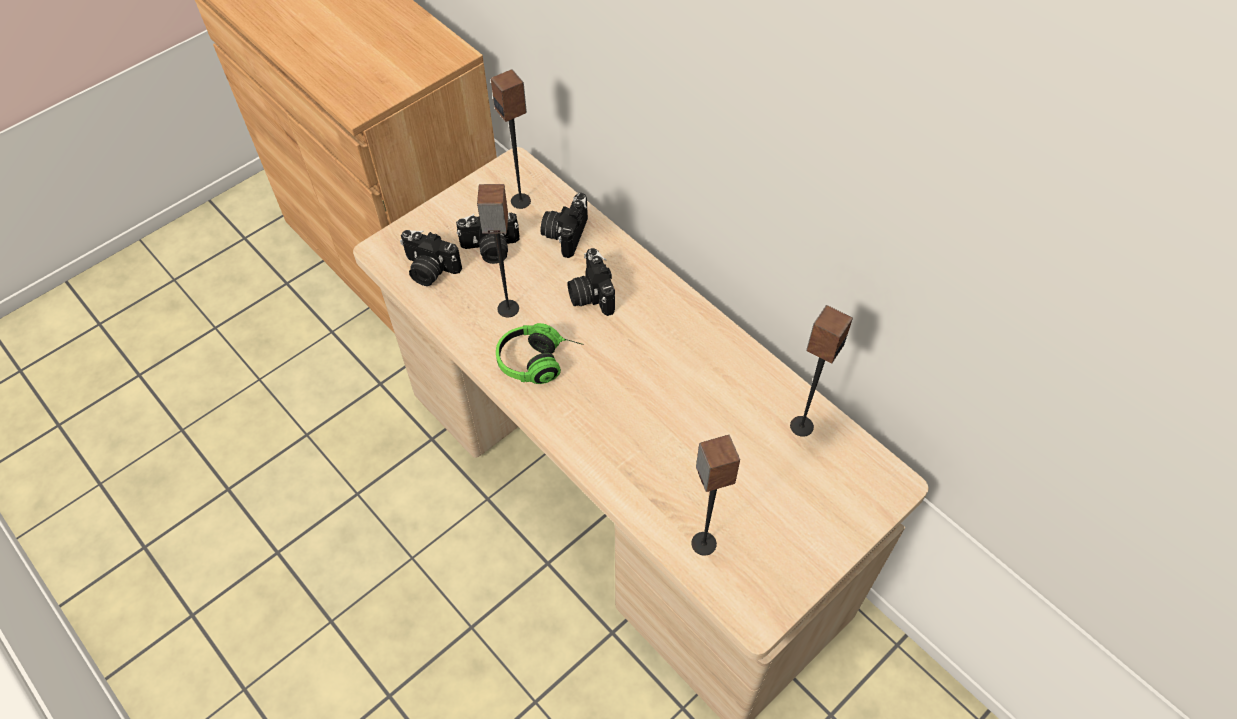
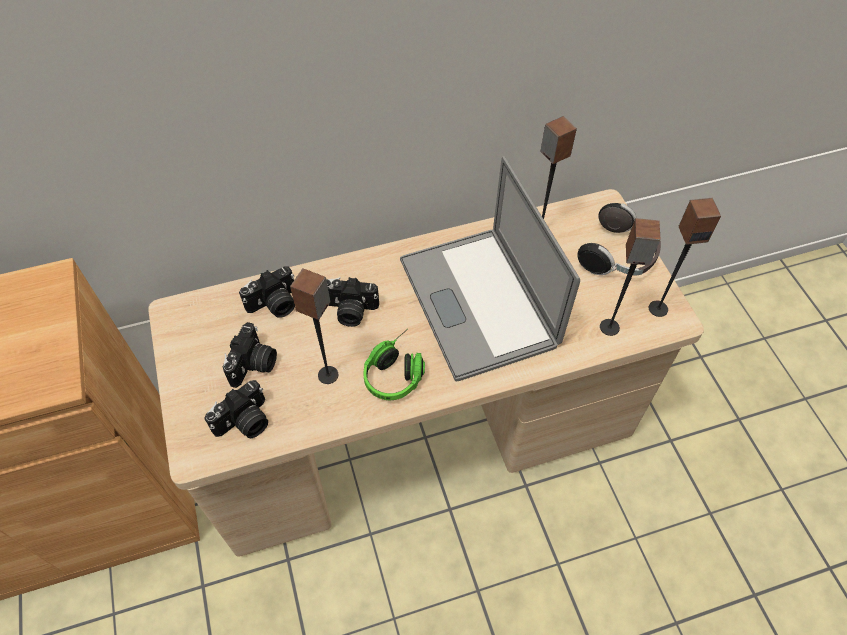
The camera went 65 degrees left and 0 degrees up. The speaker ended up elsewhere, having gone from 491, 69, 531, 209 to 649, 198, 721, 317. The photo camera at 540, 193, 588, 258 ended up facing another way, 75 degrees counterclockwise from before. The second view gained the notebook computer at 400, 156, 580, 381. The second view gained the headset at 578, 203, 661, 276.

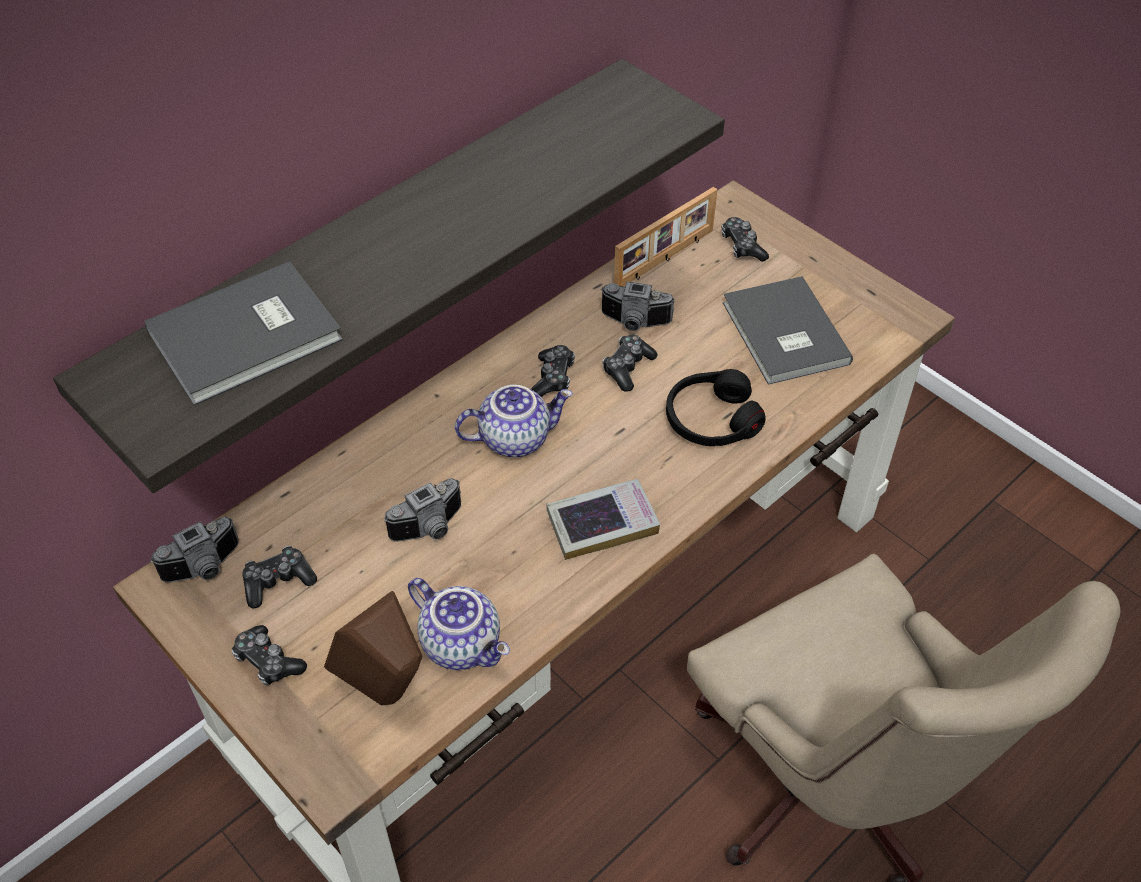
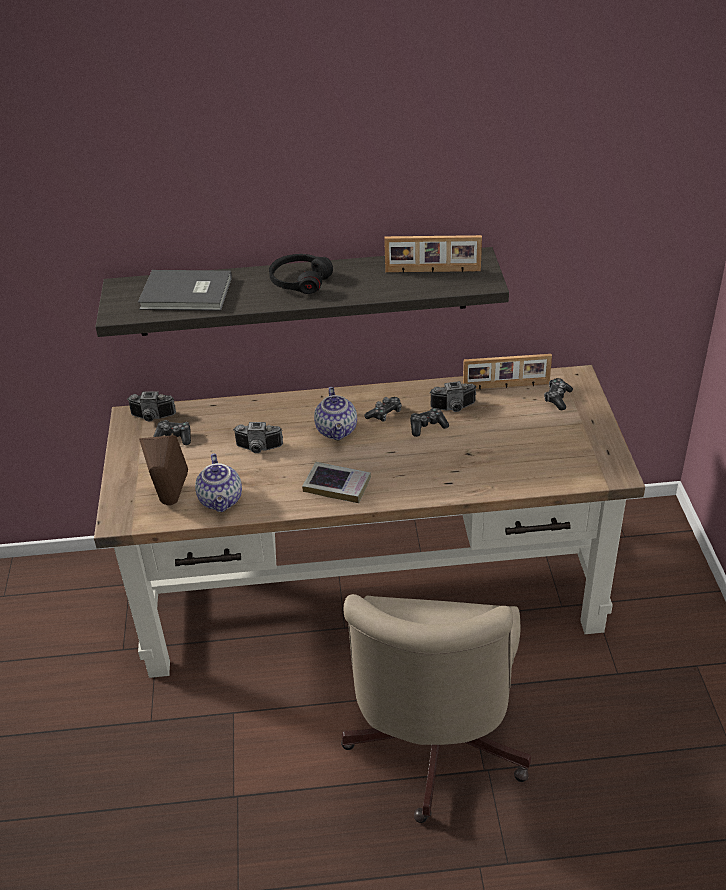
The camera went 40 degrees right and 10 degrees down. The second view lost the gray bound book at 723, 276, 853, 385. The photo camera at 600, 281, 675, 331 ended up facing another way, 60 degrees counterclockwise from before. The black-coloured headset ended up elsewhere, having gone from 666, 369, 765, 446 to 269, 254, 333, 294. The teapot at 455, 385, 573, 457 ended up facing another way, 60 degrees clockwise from before. The second view lost the game controller at 231, 625, 307, 685. The second view gained the photo frame at 384, 235, 482, 273.

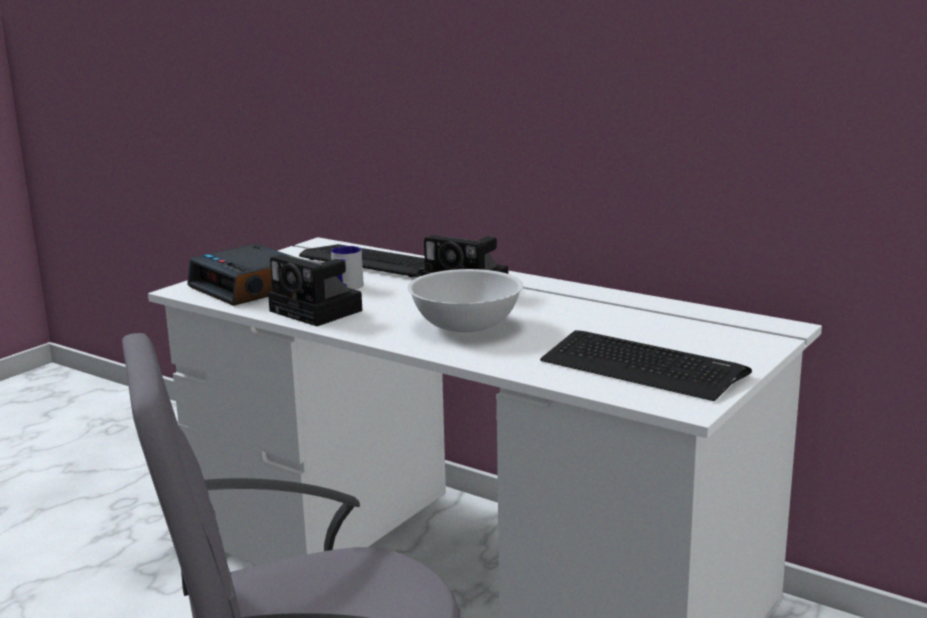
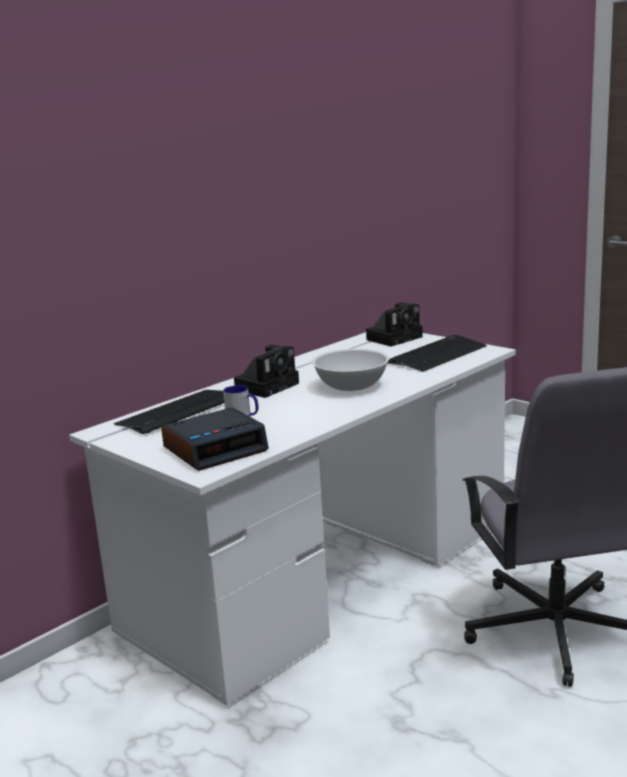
The camera went 80 degrees left and 0 degrees up. The photo camera ended up elsewhere, having gone from 268, 255, 362, 326 to 366, 302, 423, 347.

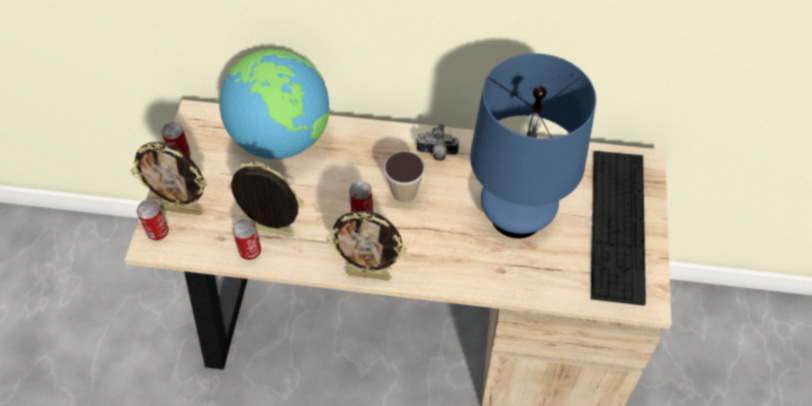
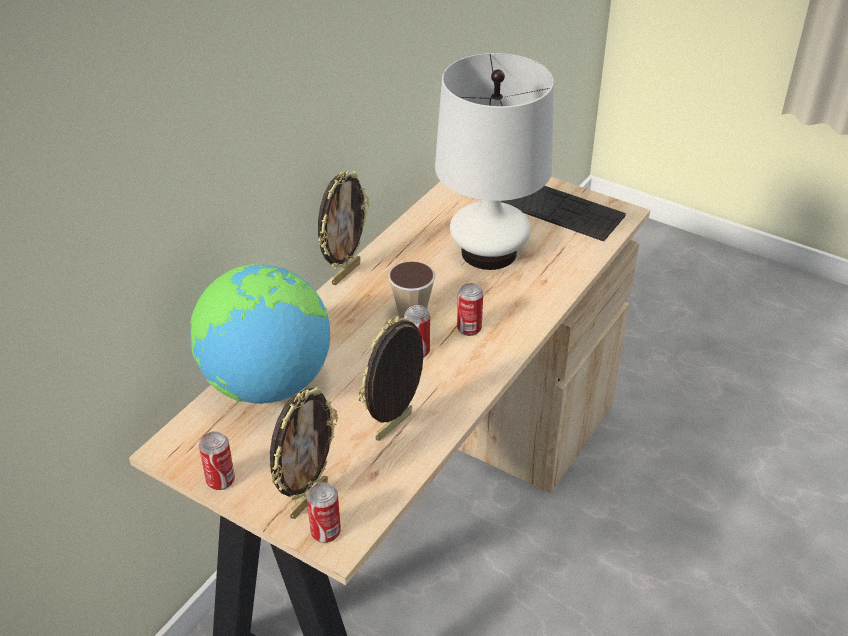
The camera went 65 degrees left and 15 degrees down. What was the blue lamp for a table at 470, 53, 596, 238 turned into the white-coloured lamp for a table at 435, 53, 554, 270. The second view lost the photo camera at 416, 124, 459, 161. The photo frame ended up elsewhere, having gone from 326, 210, 407, 280 to 318, 171, 369, 285. The metal can ended up elsewhere, having gone from 233, 219, 261, 260 to 457, 283, 483, 336.

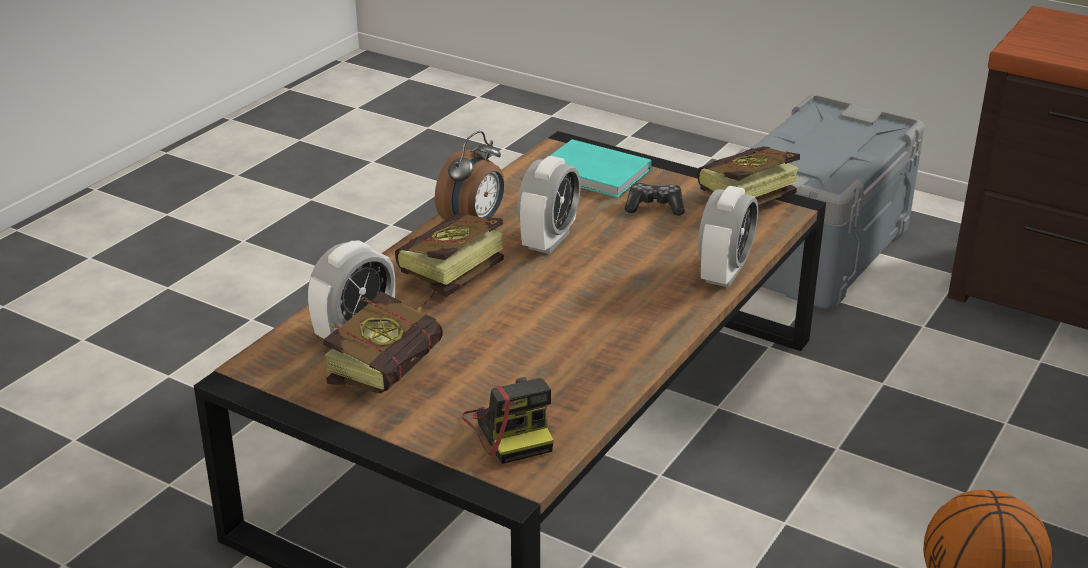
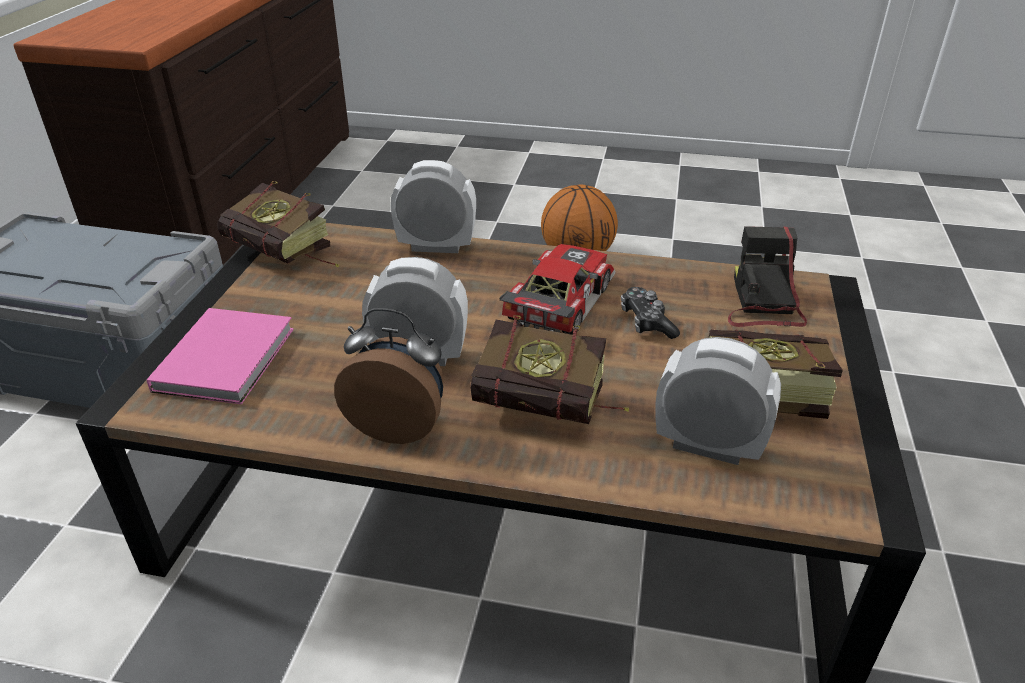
The camera went 110 degrees left and 5 degrees up. What was the turquoise-coloured bound book at 550, 139, 651, 198 turned into the pinkish bound book at 147, 308, 294, 404. The game controller ended up elsewhere, having gone from 625, 183, 685, 216 to 621, 287, 680, 339. The photo camera at 462, 377, 553, 464 ended up facing another way, 45 degrees counterclockwise from before. The second view gained the miniature car at 500, 244, 616, 335.

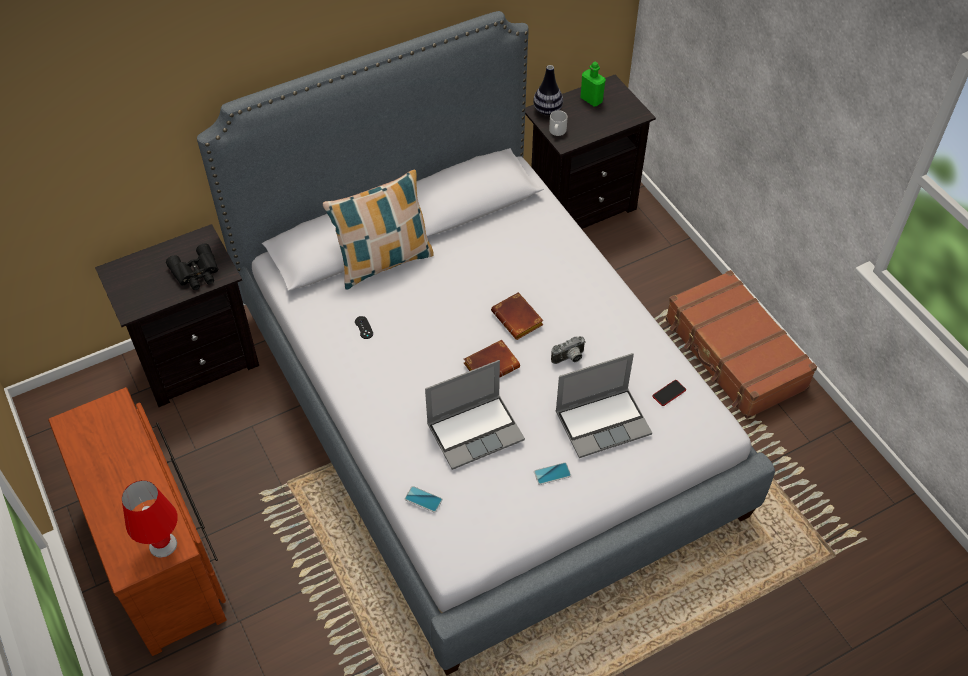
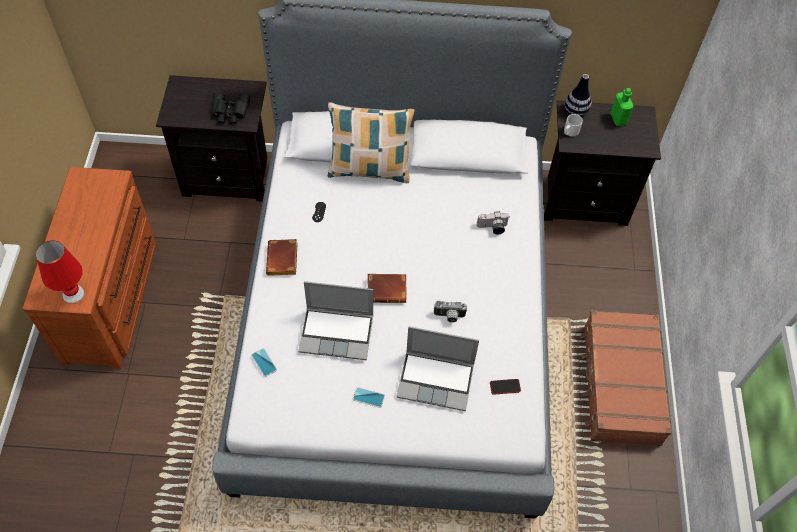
The camera went 30 degrees right and 5 degrees up. The brownish bound book ended up elsewhere, having gone from 491, 292, 544, 340 to 266, 239, 298, 276. The second view gained the photo camera at 477, 211, 509, 234.

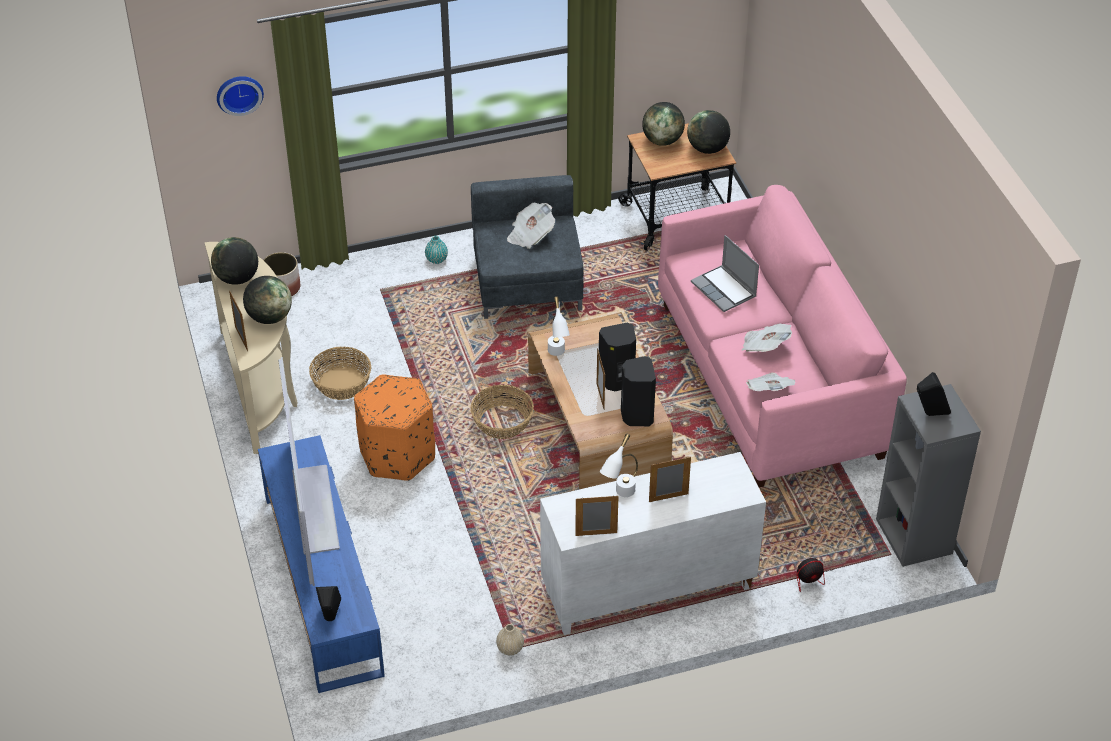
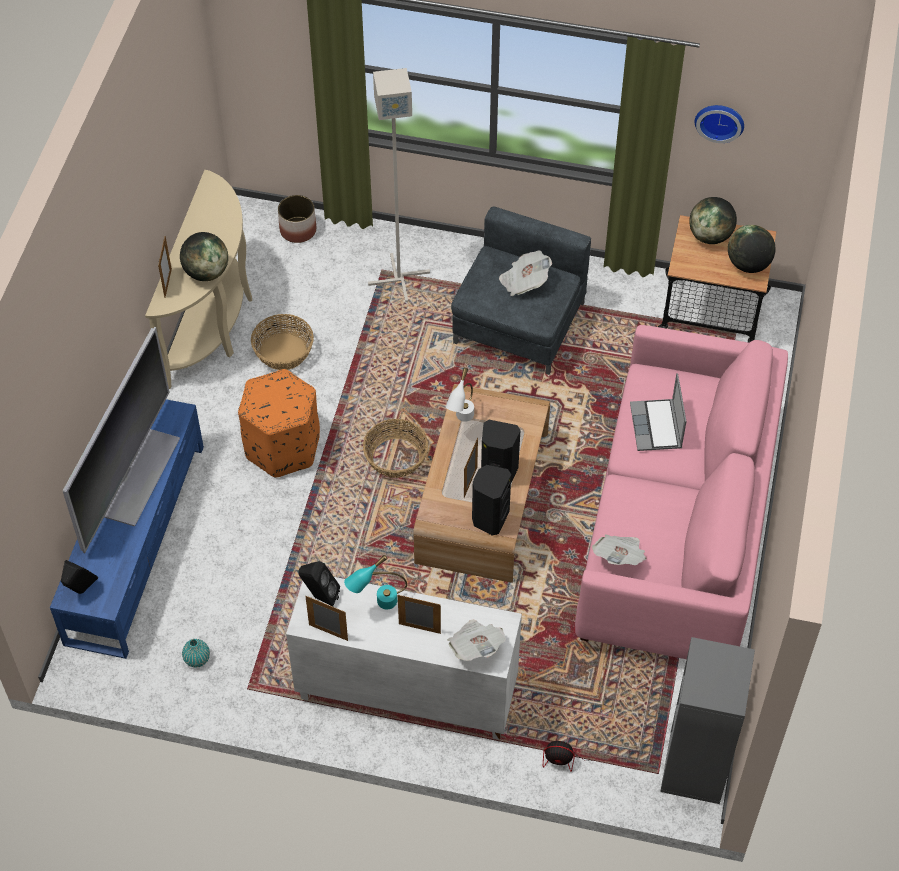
The camera went 30 degrees right and 10 degrees up. The wall clock ended up elsewhere, having gone from 217, 76, 264, 116 to 695, 105, 744, 143. The turquoise-coloured decorative vase ended up elsewhere, having gone from 425, 236, 448, 264 to 182, 639, 210, 668. The second view lost the desk globe at 211, 237, 258, 285. The daily paper ended up elsewhere, having gone from 742, 323, 792, 352 to 447, 619, 506, 661. The black-coloured speaker ended up elsewhere, having gone from 917, 372, 951, 416 to 299, 561, 340, 606. What was the white-coloured lamp for a table at 600, 434, 638, 497 turned into the turquoise-coloured lamp for a table at 344, 555, 407, 609. The second view lost the beige decorative vase at 496, 624, 524, 656. The second view gained the gray standing lamp at 368, 68, 430, 302.

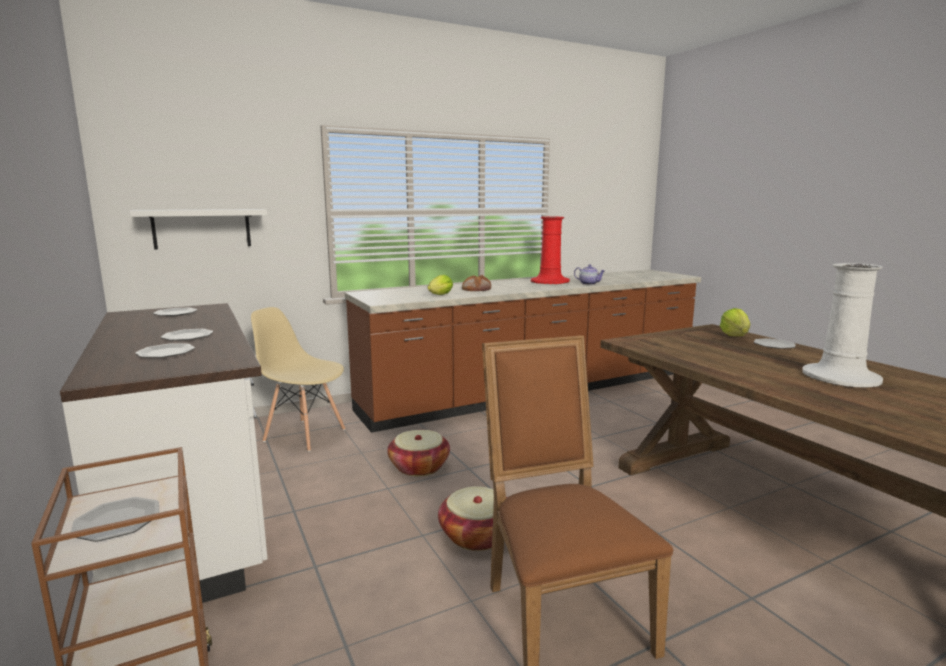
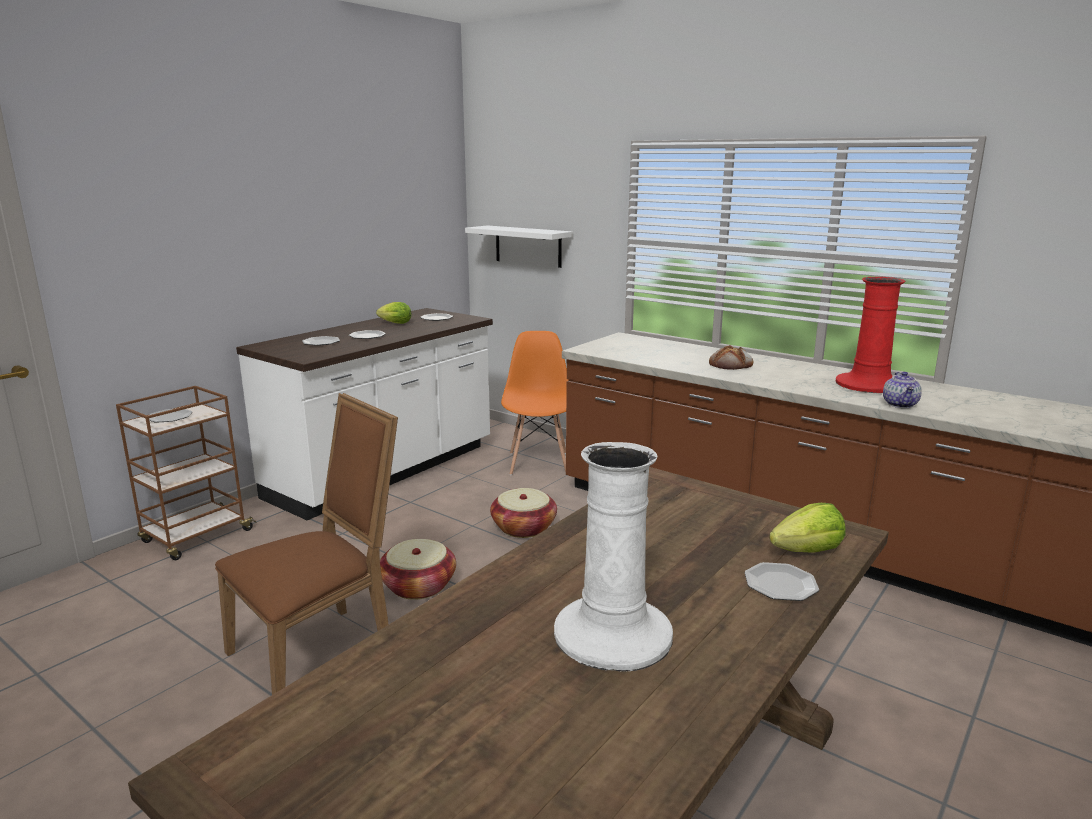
The camera went 65 degrees right and 5 degrees up. The lettuce head ended up elsewhere, having gone from 427, 275, 453, 295 to 376, 302, 412, 324. What was the beige chair at 251, 307, 346, 452 turned into the orangey chair at 501, 331, 569, 475.

